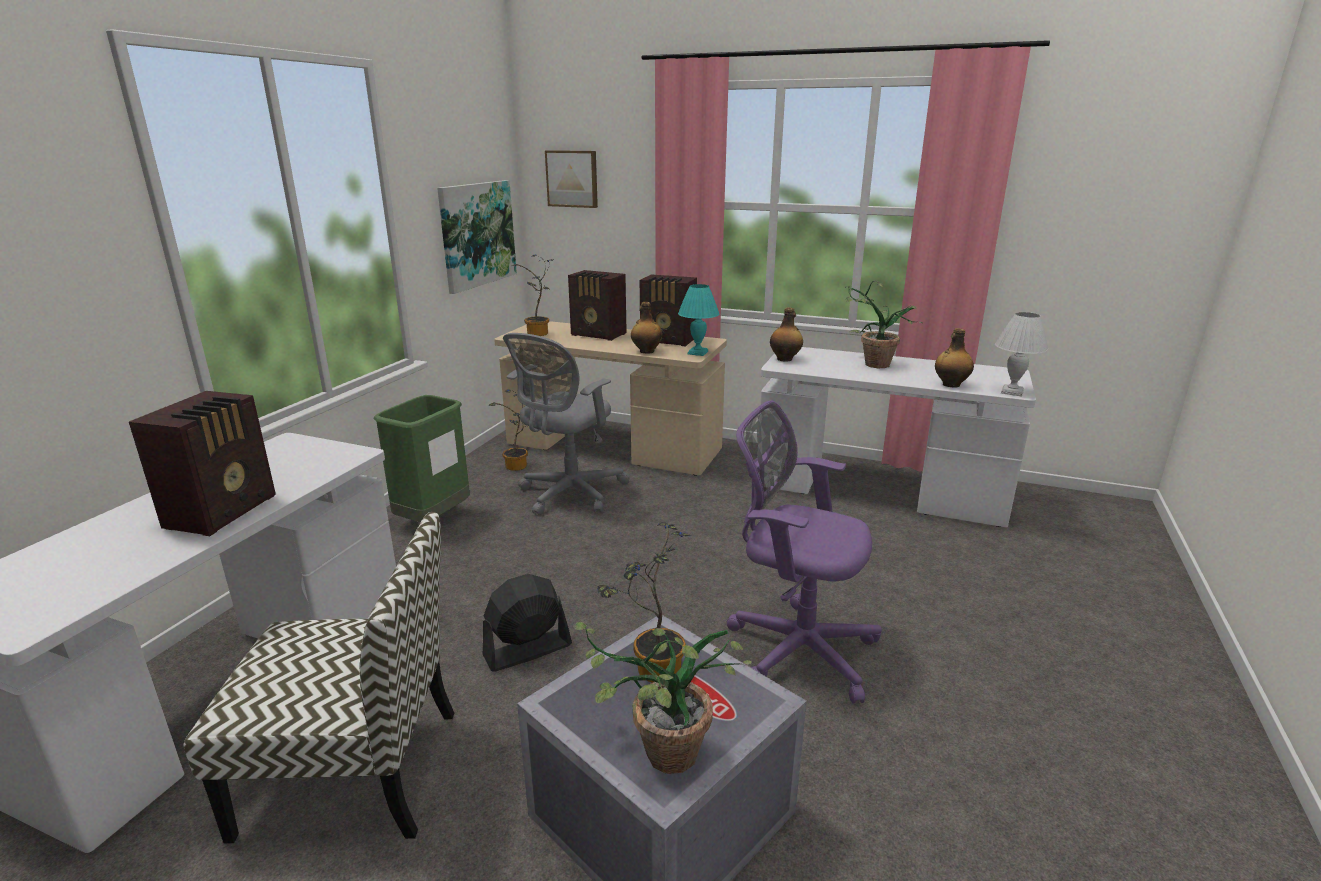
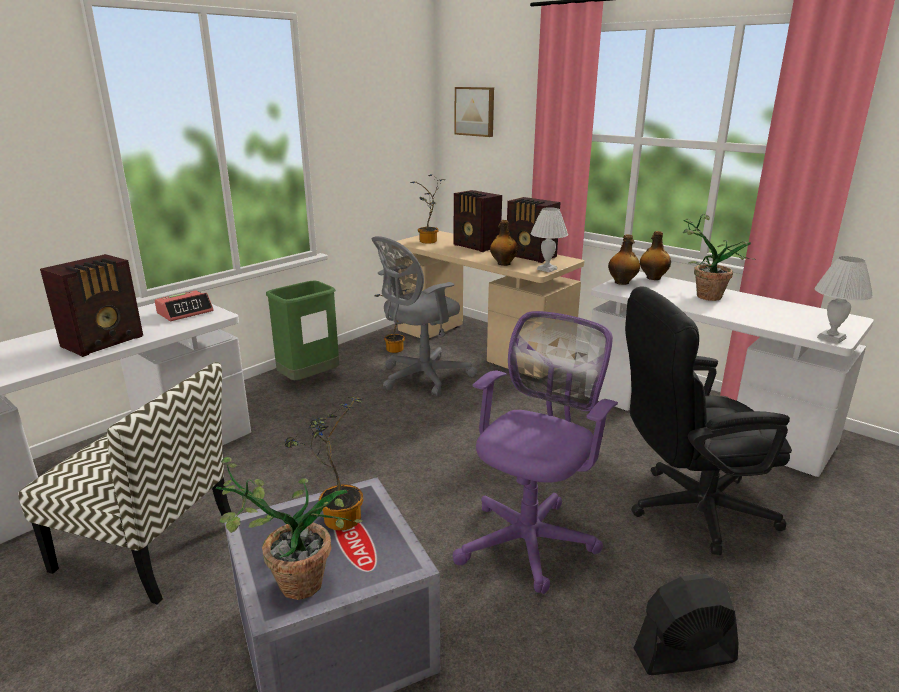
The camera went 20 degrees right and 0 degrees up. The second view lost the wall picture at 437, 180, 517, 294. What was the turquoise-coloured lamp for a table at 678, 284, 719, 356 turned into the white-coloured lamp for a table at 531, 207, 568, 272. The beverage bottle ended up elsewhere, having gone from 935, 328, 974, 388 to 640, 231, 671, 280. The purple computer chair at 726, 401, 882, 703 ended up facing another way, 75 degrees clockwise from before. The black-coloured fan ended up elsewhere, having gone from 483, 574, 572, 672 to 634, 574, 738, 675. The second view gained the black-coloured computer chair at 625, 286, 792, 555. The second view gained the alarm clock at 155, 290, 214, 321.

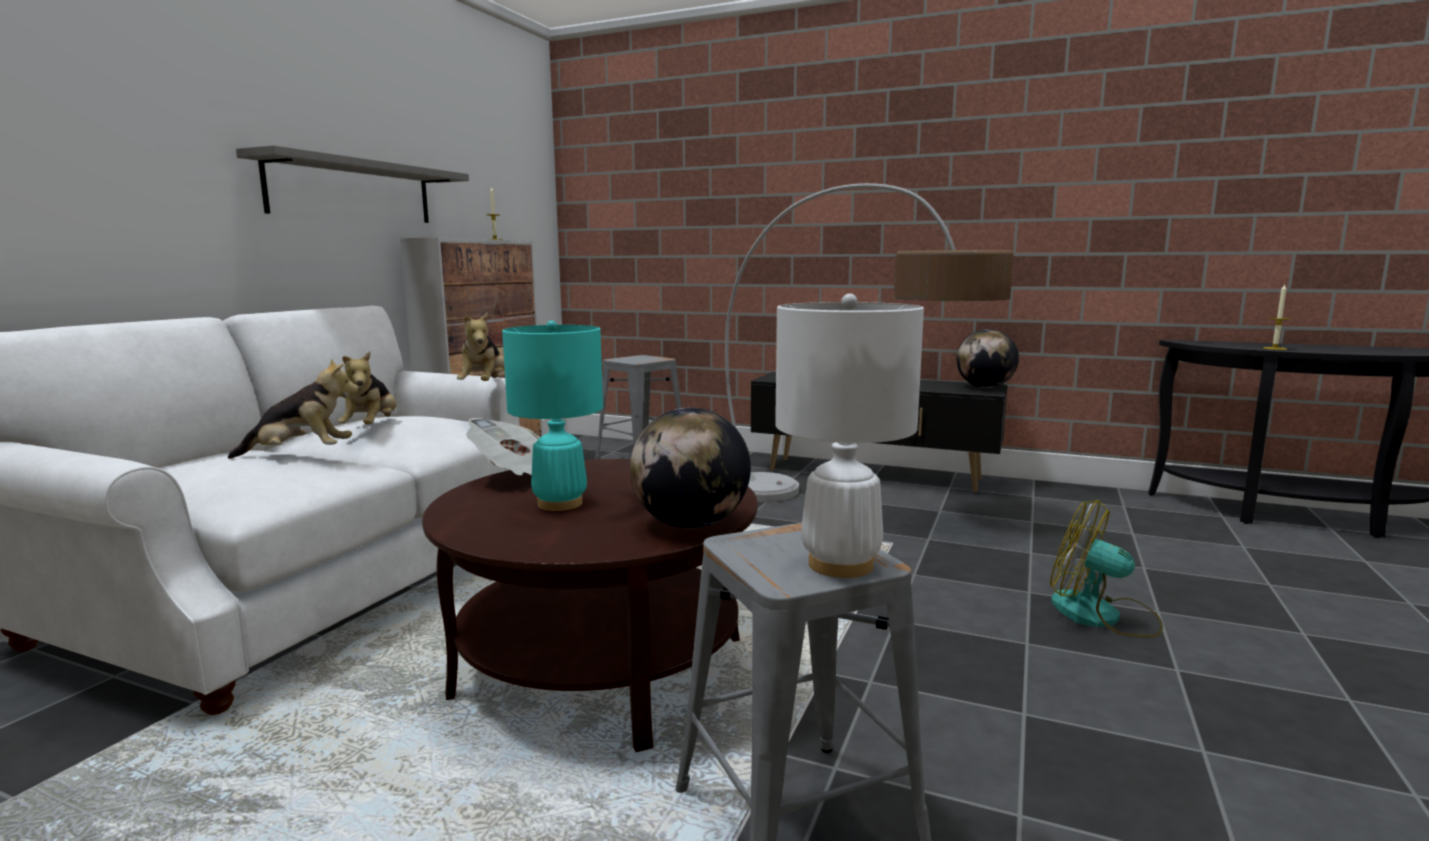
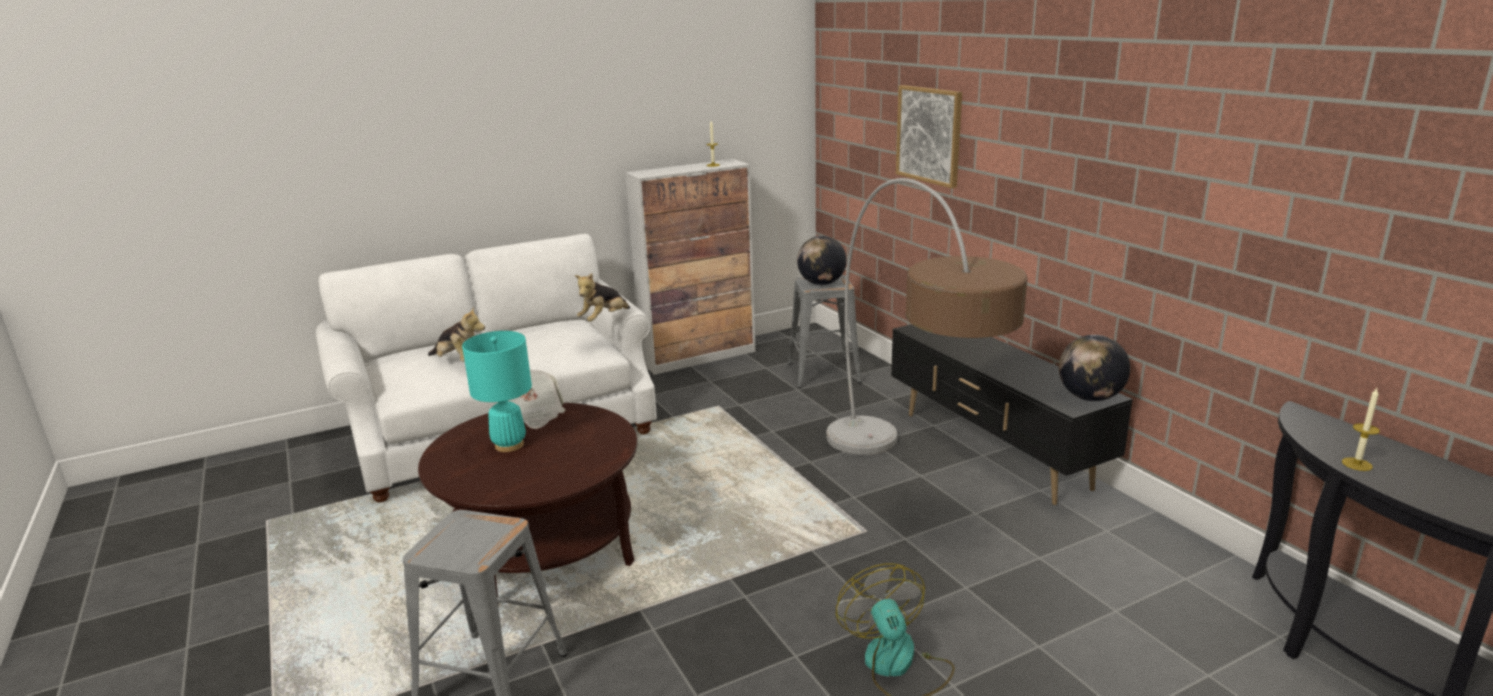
The camera went 40 degrees right and 10 degrees up. The second view lost the gray wall shelf at 236, 145, 469, 223. The second view lost the white-coloured lamp for a table at 775, 294, 924, 578. The second view lost the cuddly toy at 338, 352, 396, 424. The desk globe ended up elsewhere, having gone from 630, 407, 751, 529 to 797, 236, 847, 285. The second view gained the wall picture at 896, 85, 962, 188.

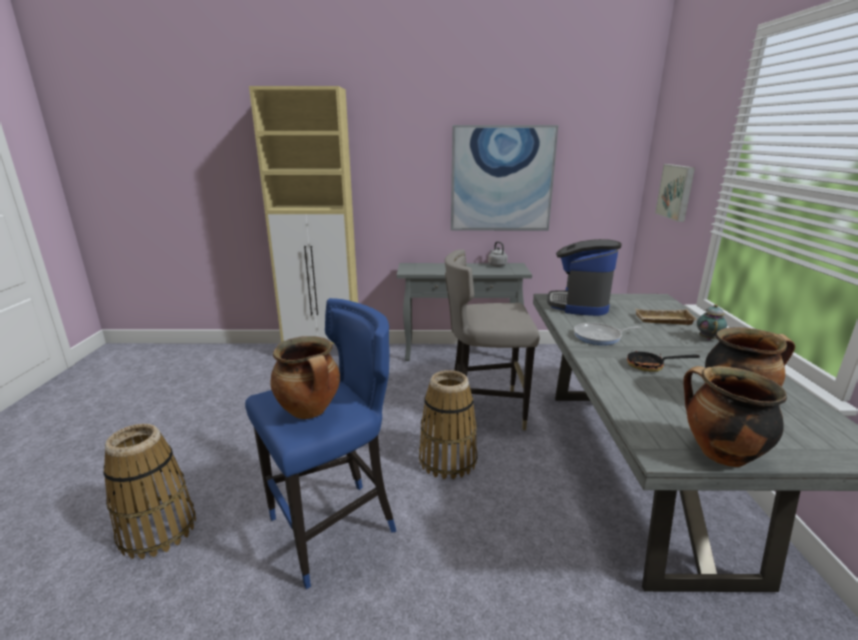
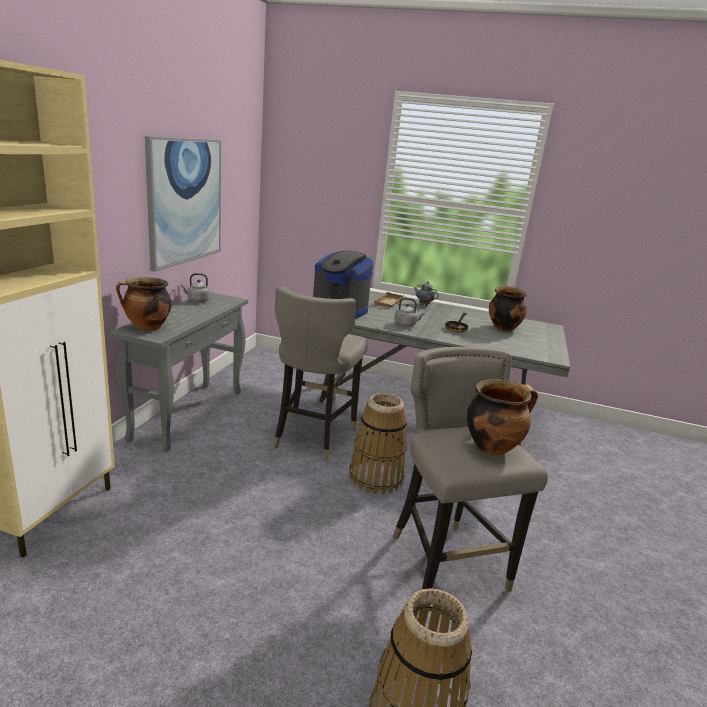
The camera went 75 degrees left and 0 degrees up. The second view lost the wall picture at 655, 164, 695, 222. What was the blue stool at 245, 298, 396, 589 turned into the gray stool at 393, 347, 548, 607. Where the pan stood at 574, 323, 641, 345, the gray kettle came to stand at 395, 298, 425, 326. The cooking pot ended up elsewhere, having gone from 683, 366, 787, 467 to 116, 277, 172, 331.

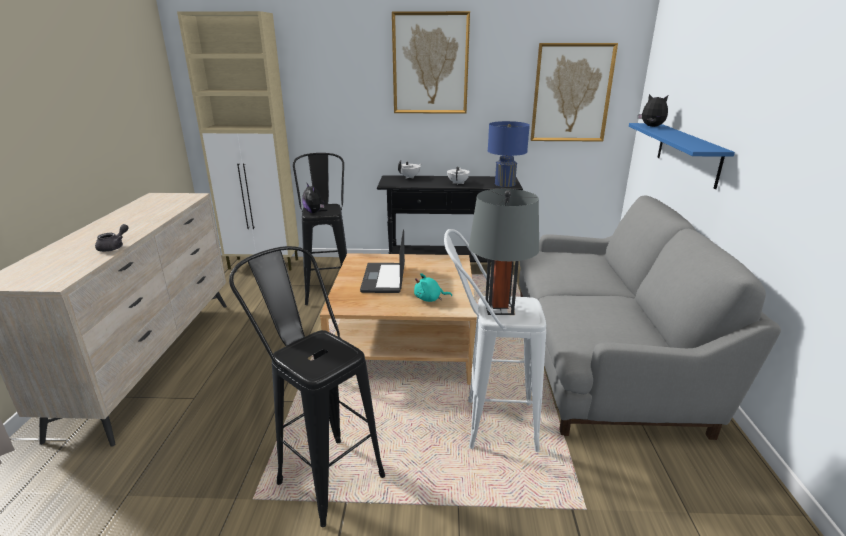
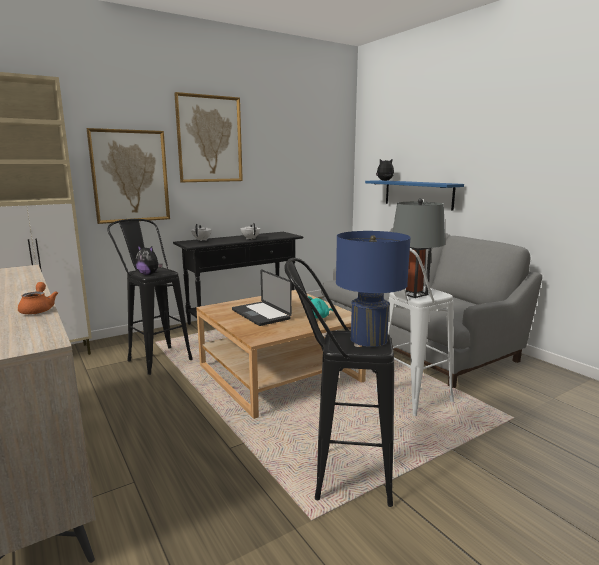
The camera went 35 degrees left and 10 degrees down. The wall picture ended up elsewhere, having gone from 531, 43, 618, 142 to 86, 128, 170, 224. The blue lamp for a table ended up elsewhere, having gone from 488, 121, 530, 187 to 336, 231, 411, 347. What was the gray teapot at 95, 224, 129, 252 turned into the orangey teapot at 18, 282, 58, 315.

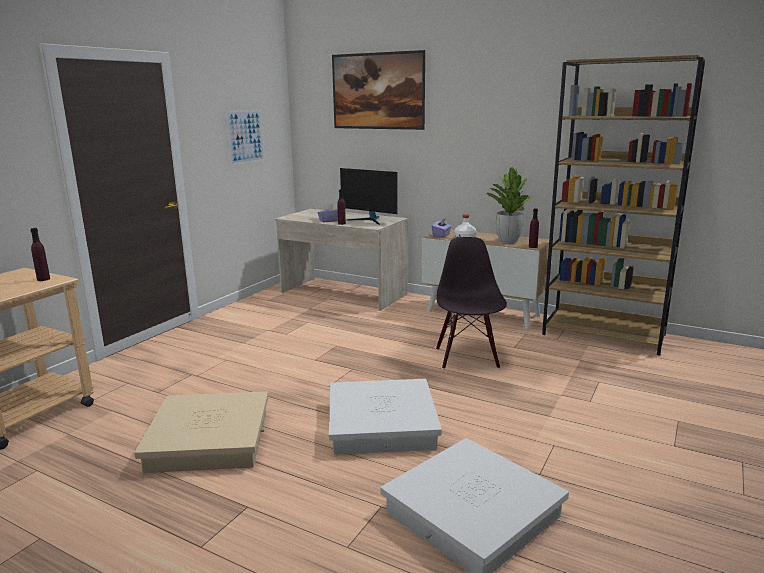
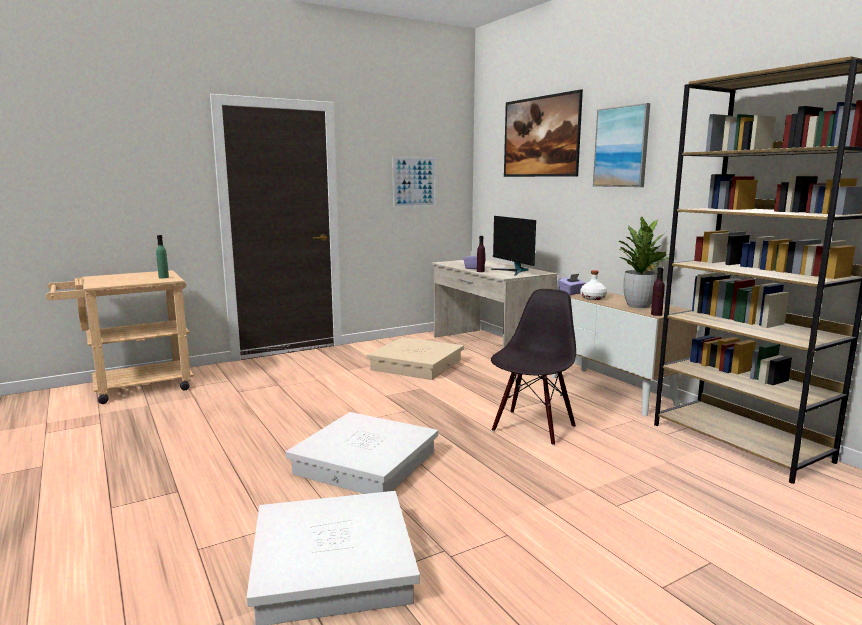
The camera went 30 degrees right and 5 degrees down. What was the purple beverage bottle at 30, 228, 50, 281 turned into the greenish beverage bottle at 156, 235, 169, 279. The beige storage container ended up elsewhere, having gone from 134, 391, 268, 473 to 367, 337, 464, 380. The second view gained the wall picture at 593, 103, 650, 187.

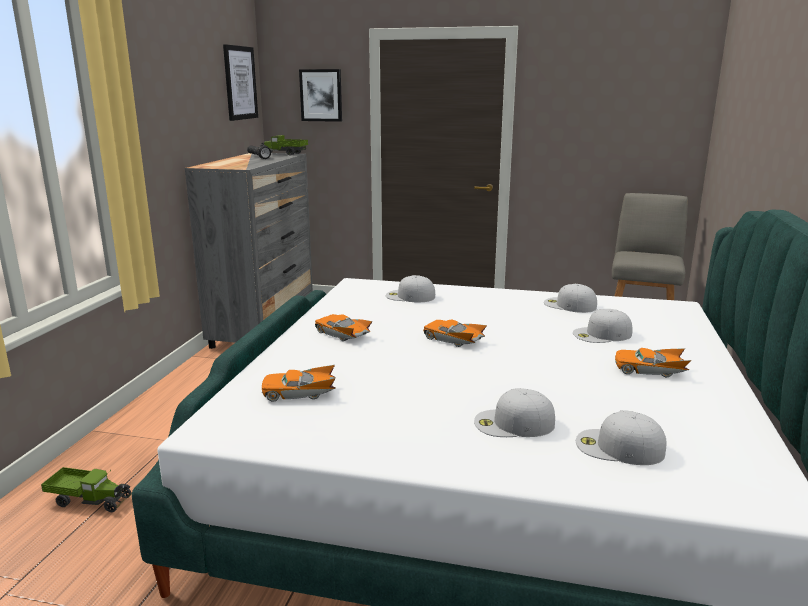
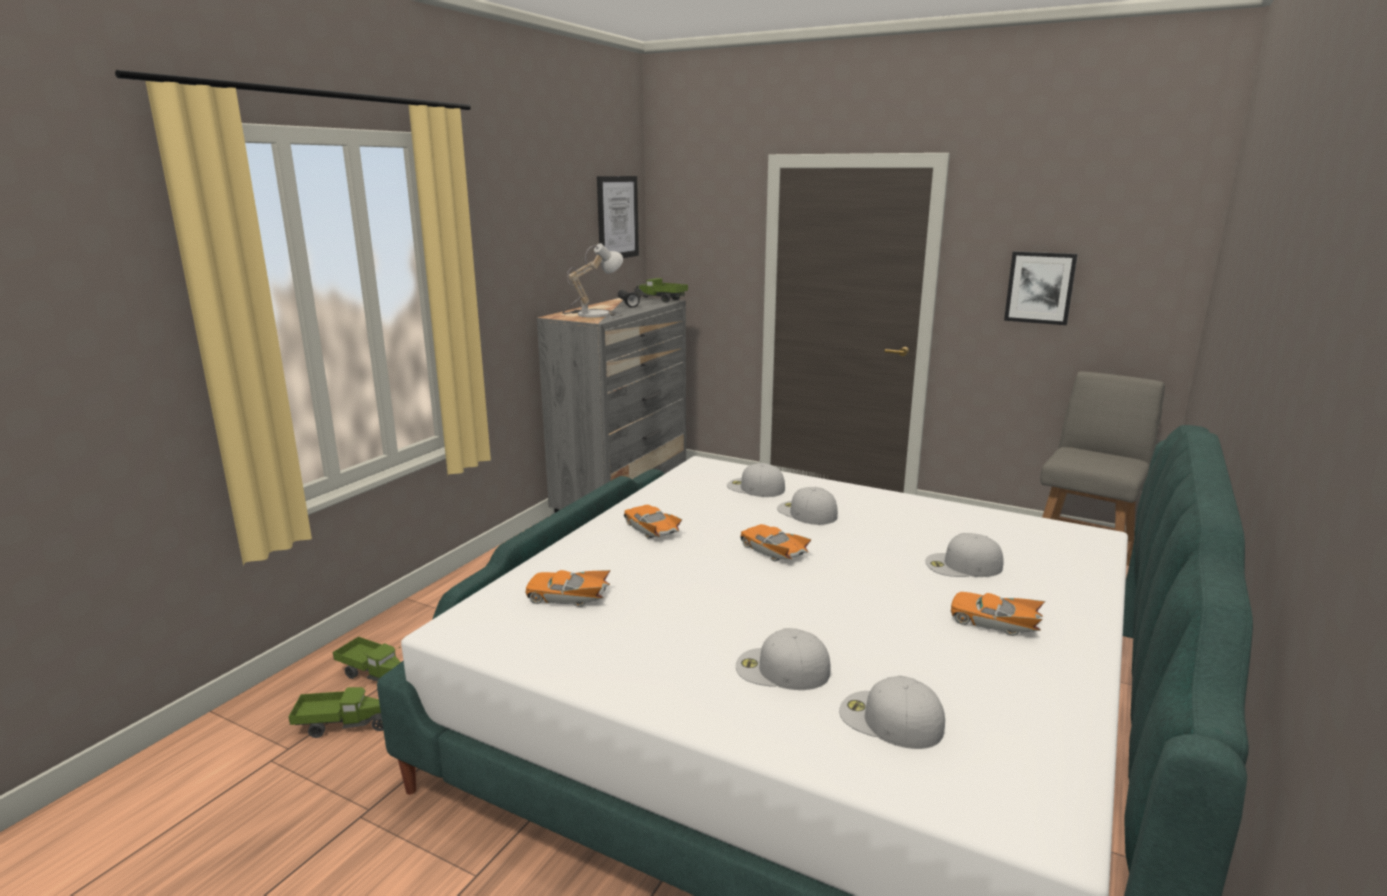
The camera went 15 degrees right and 0 degrees up. The wall picture ended up elsewhere, having gone from 299, 69, 342, 122 to 1004, 251, 1078, 325. The white-coloured peaked cap ended up elsewhere, having gone from 544, 284, 597, 313 to 777, 487, 838, 525. The second view gained the lamp for a table at 563, 243, 623, 318. The second view gained the toy lorry at 288, 687, 383, 738.

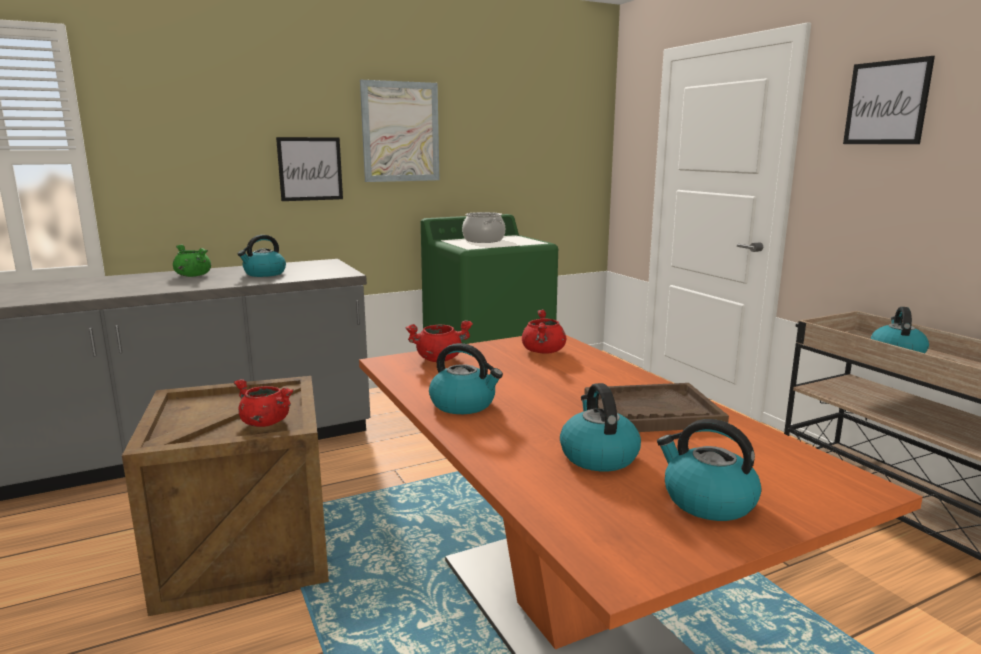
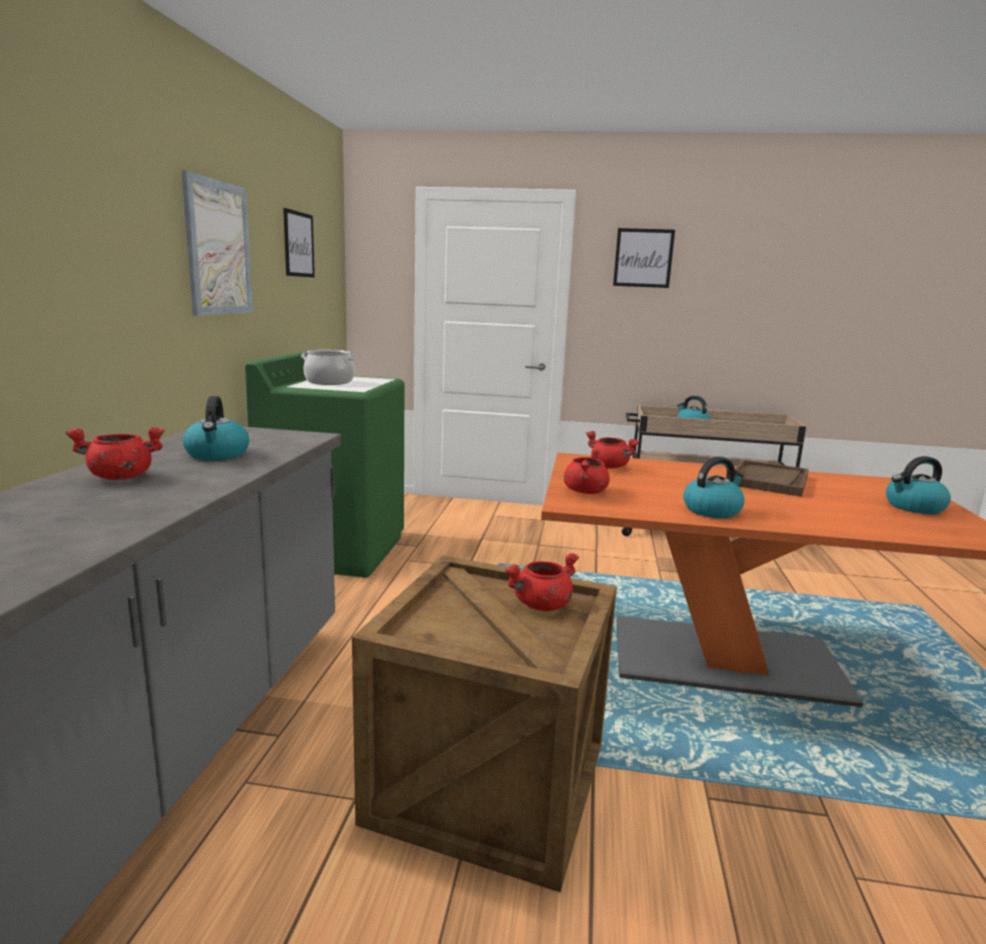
The camera went 55 degrees left and 0 degrees up. The wall picture ended up elsewhere, having gone from 276, 137, 343, 201 to 283, 208, 315, 277. What was the greenish cooking pot at 173, 244, 211, 277 turned into the reddish cooking pot at 65, 427, 165, 480. The second view lost the kettle at 560, 383, 641, 471.

